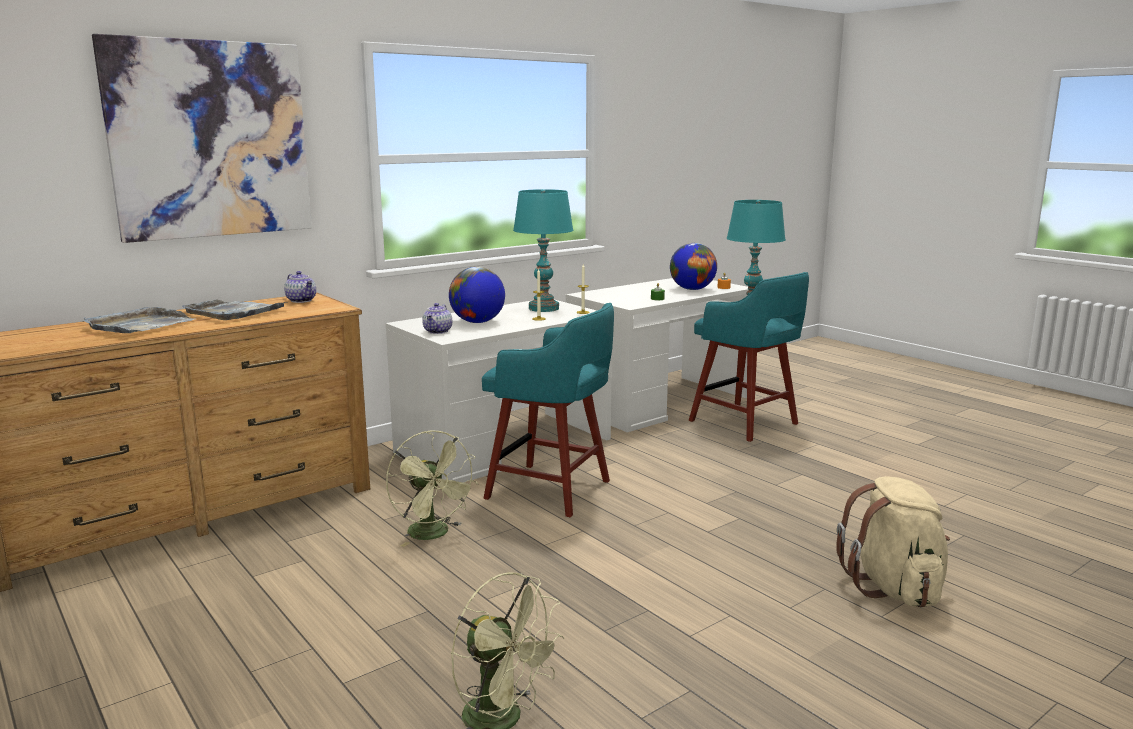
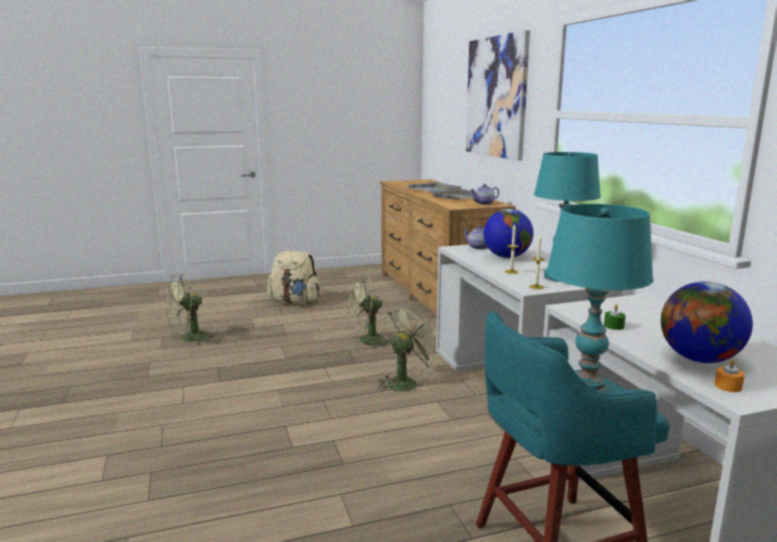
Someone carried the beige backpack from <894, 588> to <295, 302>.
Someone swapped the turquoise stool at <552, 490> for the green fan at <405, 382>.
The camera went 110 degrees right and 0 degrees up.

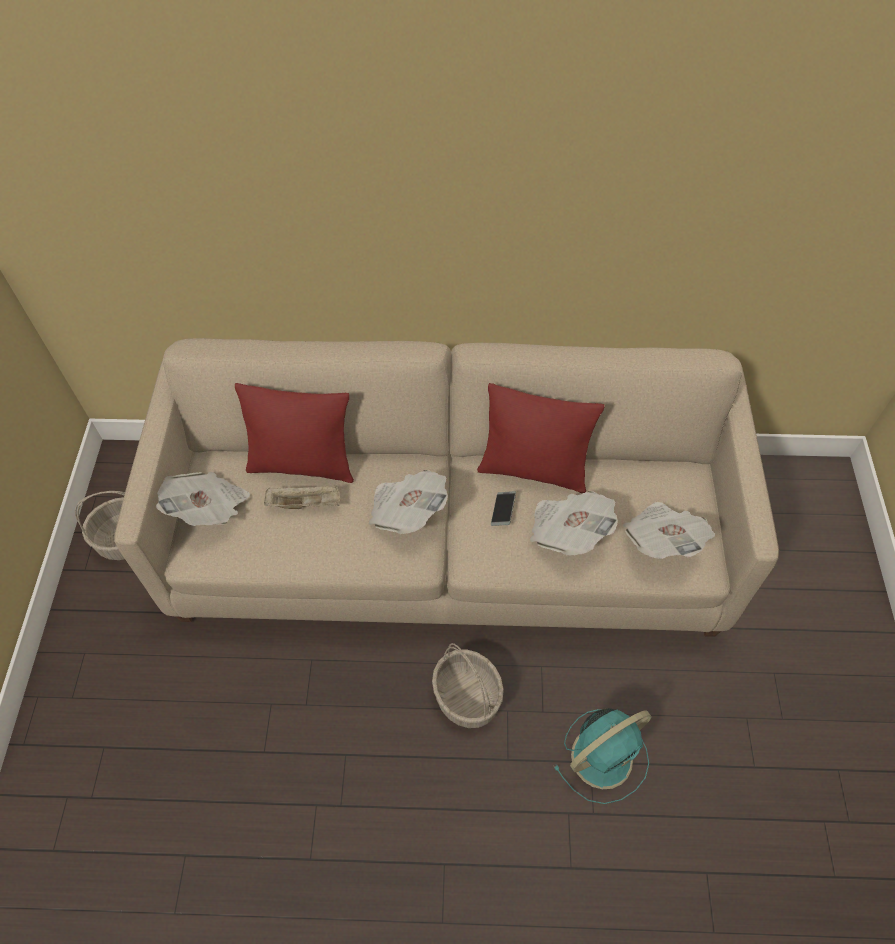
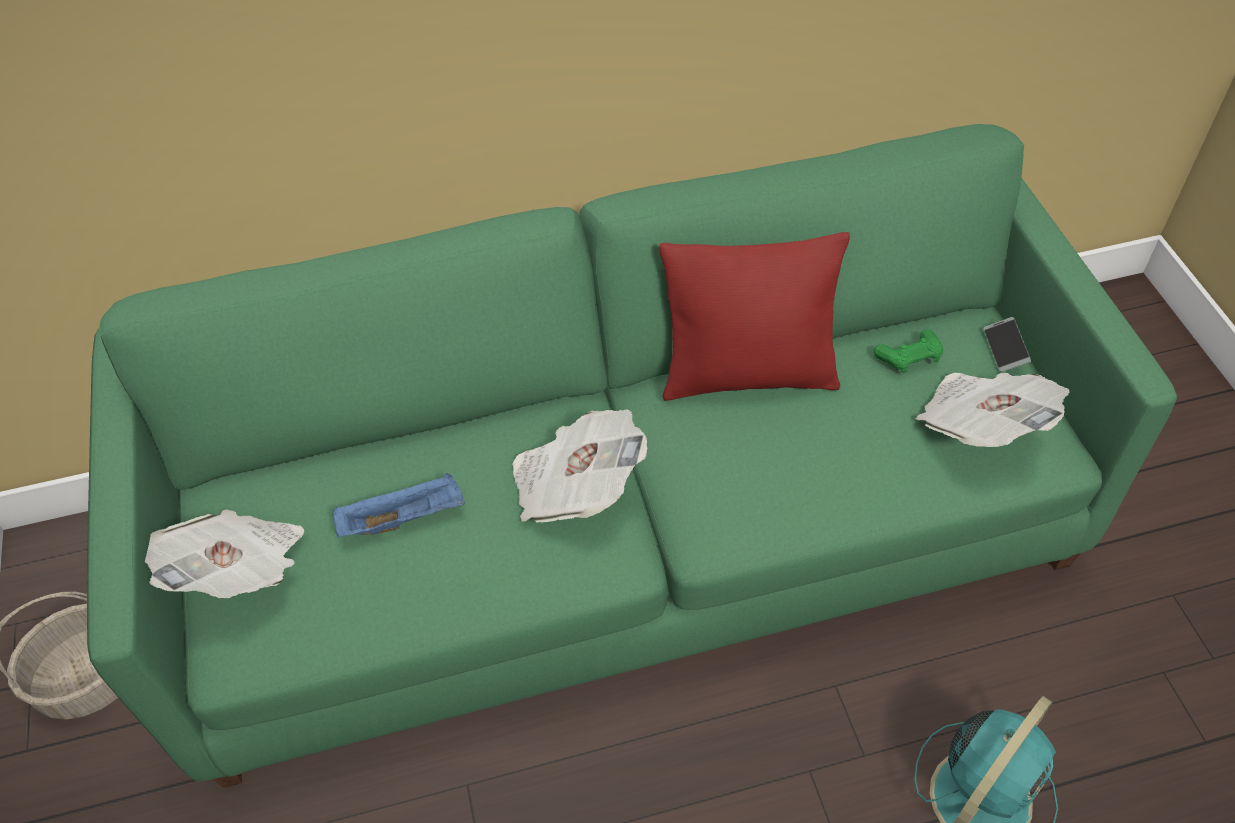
Someone repainted the beige sofa at <449, 540>, which became the green sofa at <625, 535>.
Someone repainted the beige tray at <305, 503>, which became the blue tray at <404, 518>.
Someone put down the green game controller at <909, 357>.
Someone carried the phone from <503, 510> to <1005, 349>.
Someone took away the red pillow at <302, 465>.
Someone took away the basket at <466, 697>.
Someone took away the newspaper at <568, 531>.
The camera went 15 degrees left and 5 degrees down.

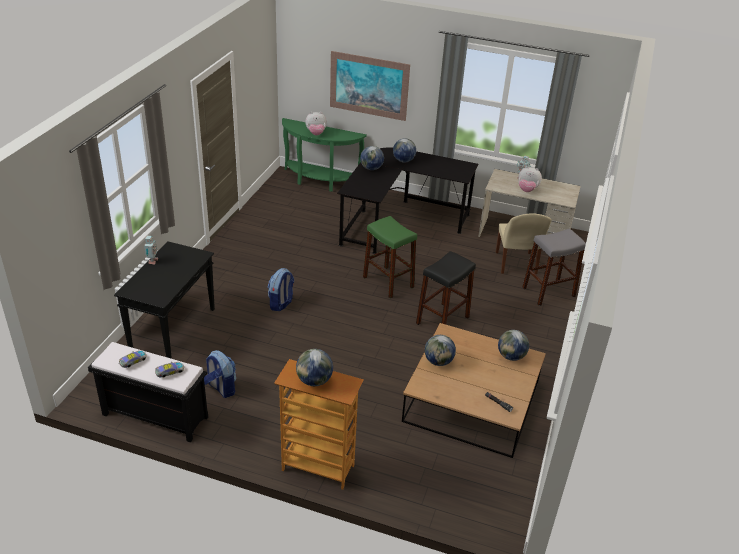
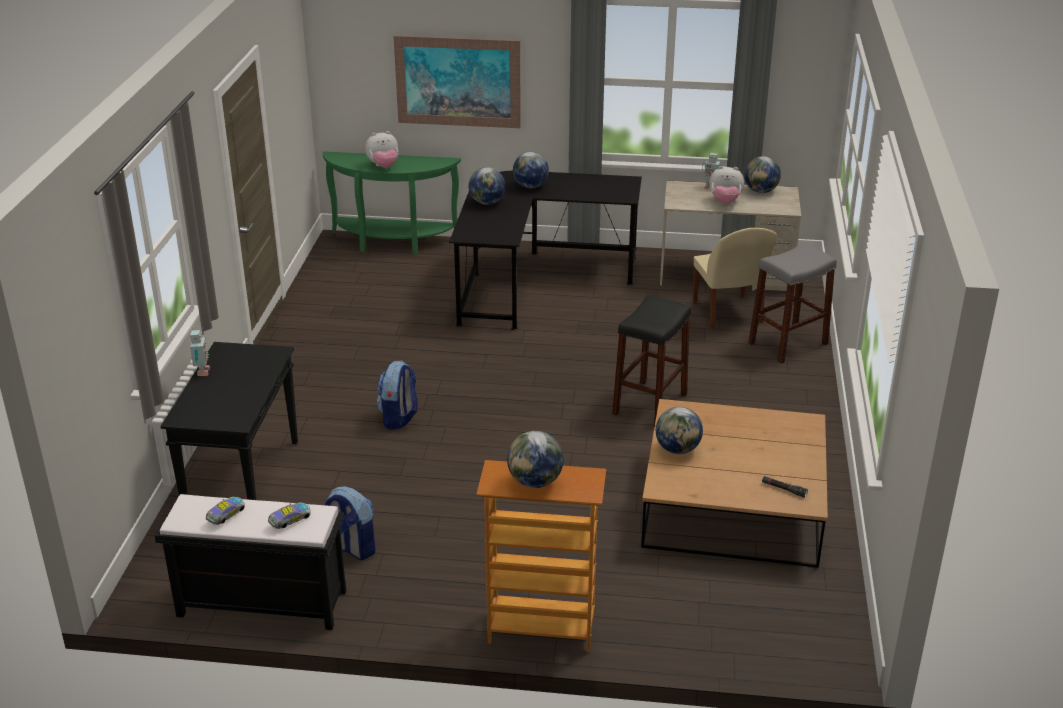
Someone carried the globe from <511, 356> to <761, 191>.
Someone took away the green stool at <388, 282>.
The camera went 10 degrees left and 5 degrees down.

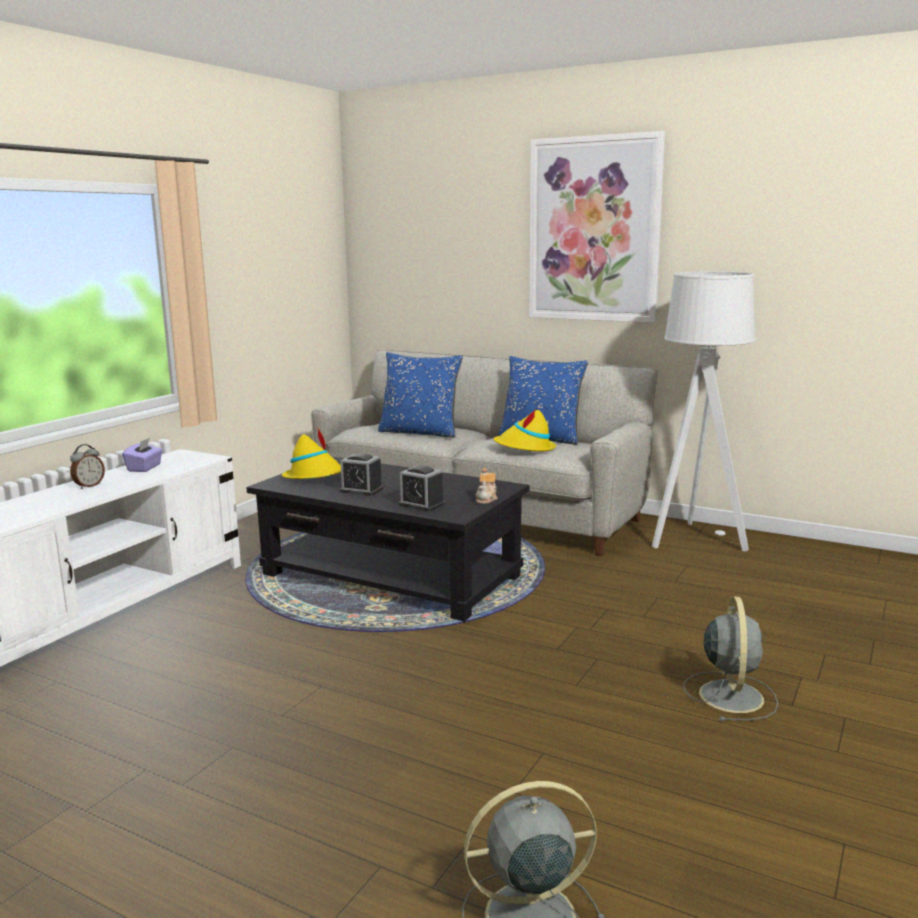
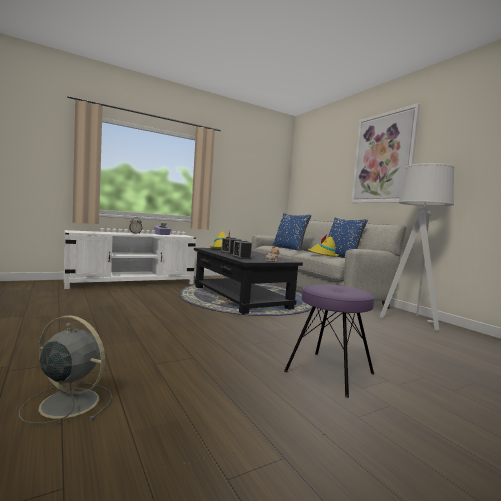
Someone swapped the grey fan at <730, 695> for the purple stool at <329, 372>.
The camera went 30 degrees right and 10 degrees down.

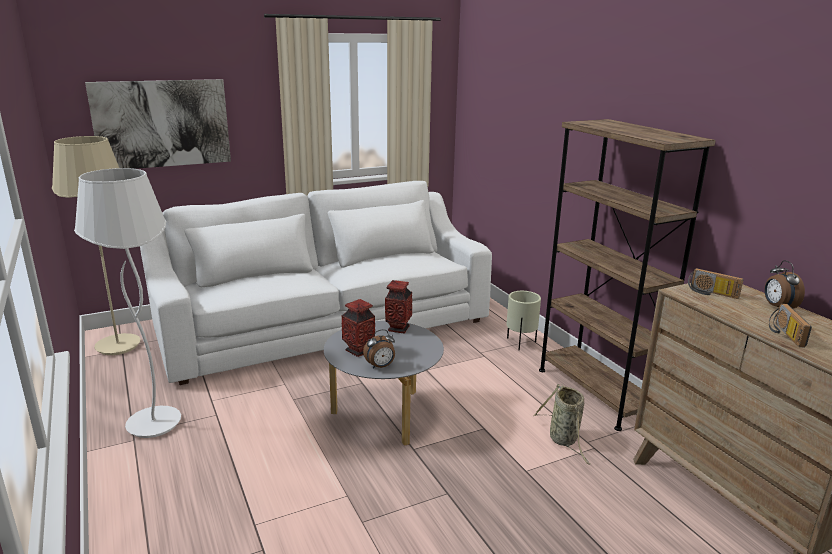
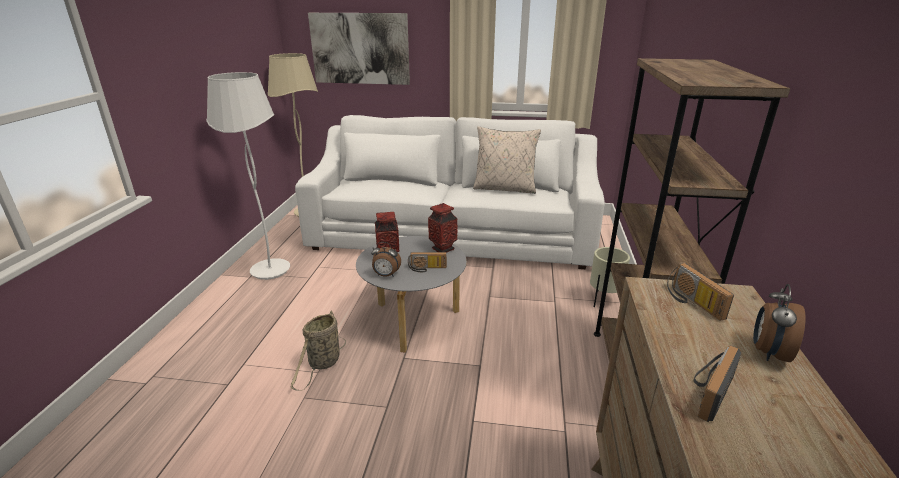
Someone carried the basket from <564, 440> to <323, 363>.
Someone put down the radio at <427, 269>.
Someone put down the beige pillow at <504, 188>.
The camera went 35 degrees right and 5 degrees up.

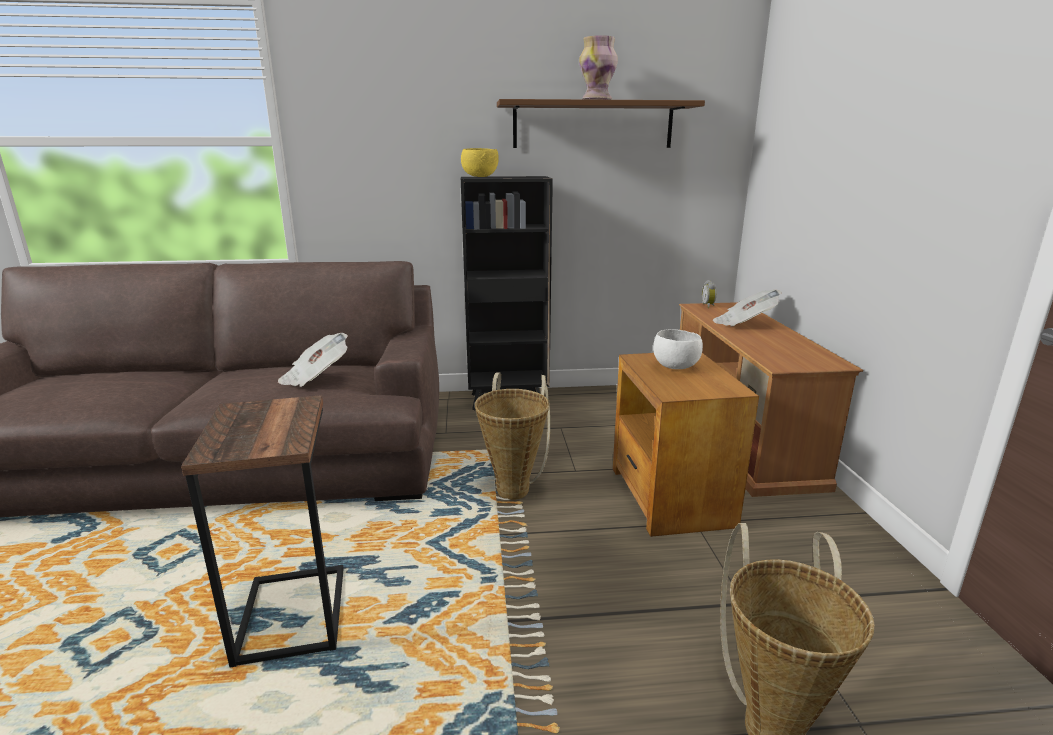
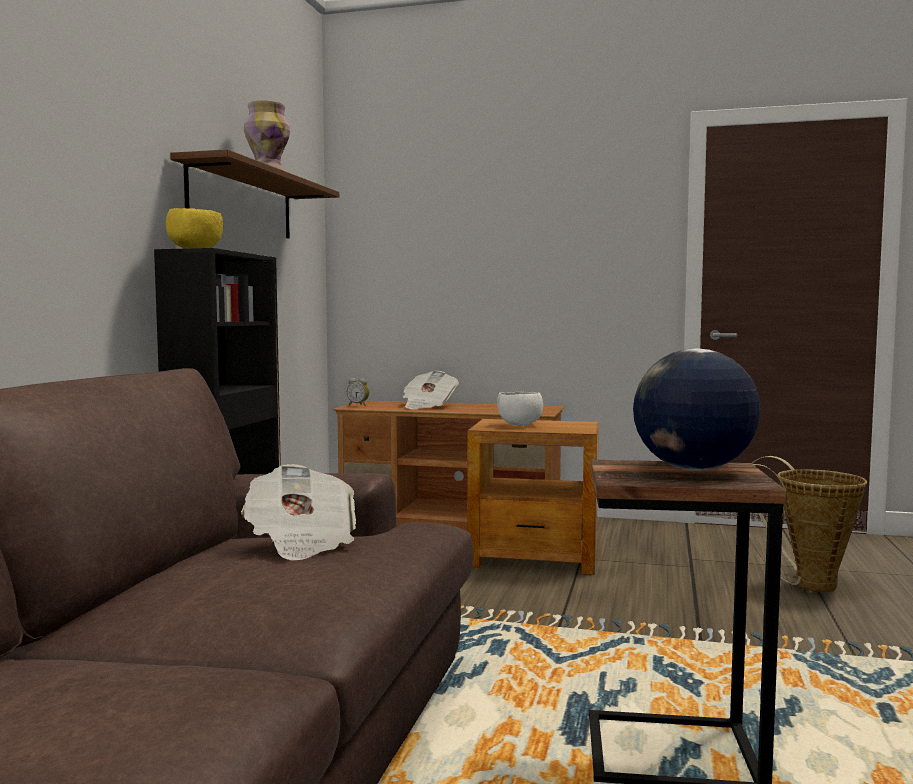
Someone put down the globe at <692, 469>.
Someone took away the basket at <514, 486>.
The camera went 70 degrees left and 15 degrees down.

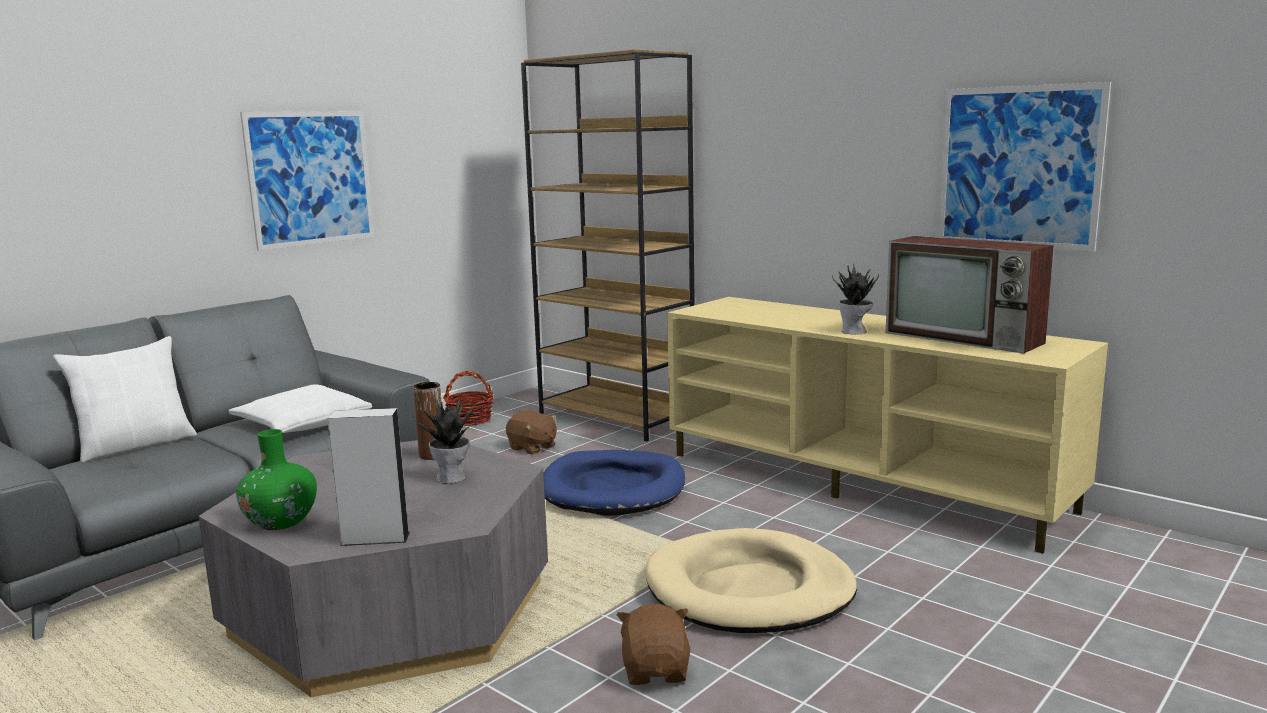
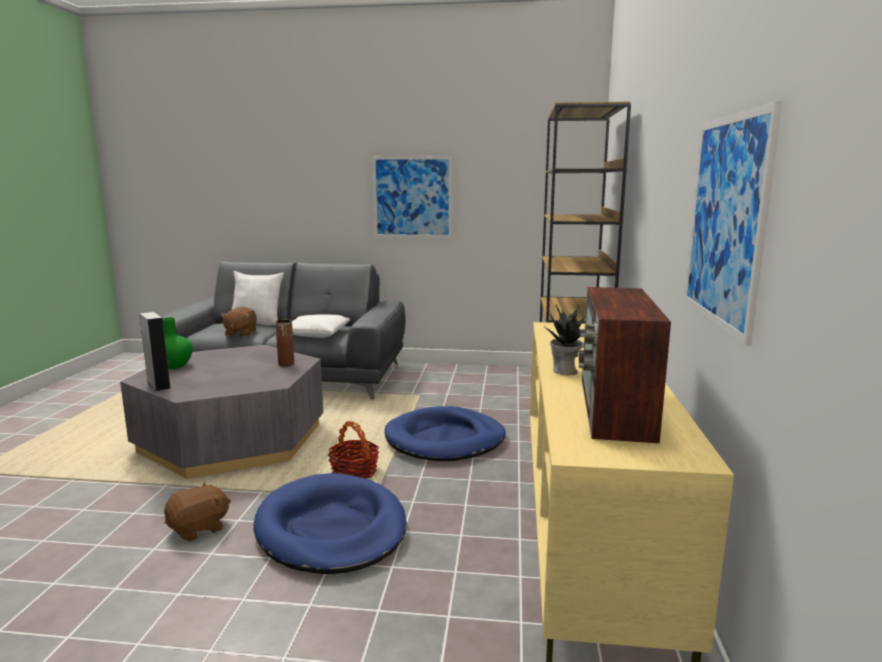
Someone carried the brown plush toy from <532, 448> to <240, 333>.
Someone repainted the beige dog bed at <749, 590>, which became the blue dog bed at <331, 529>.
Someone carried the basket from <470, 419> to <354, 472>.
Someone took away the potted plant at <452, 478>.
The camera went 55 degrees right and 0 degrees up.

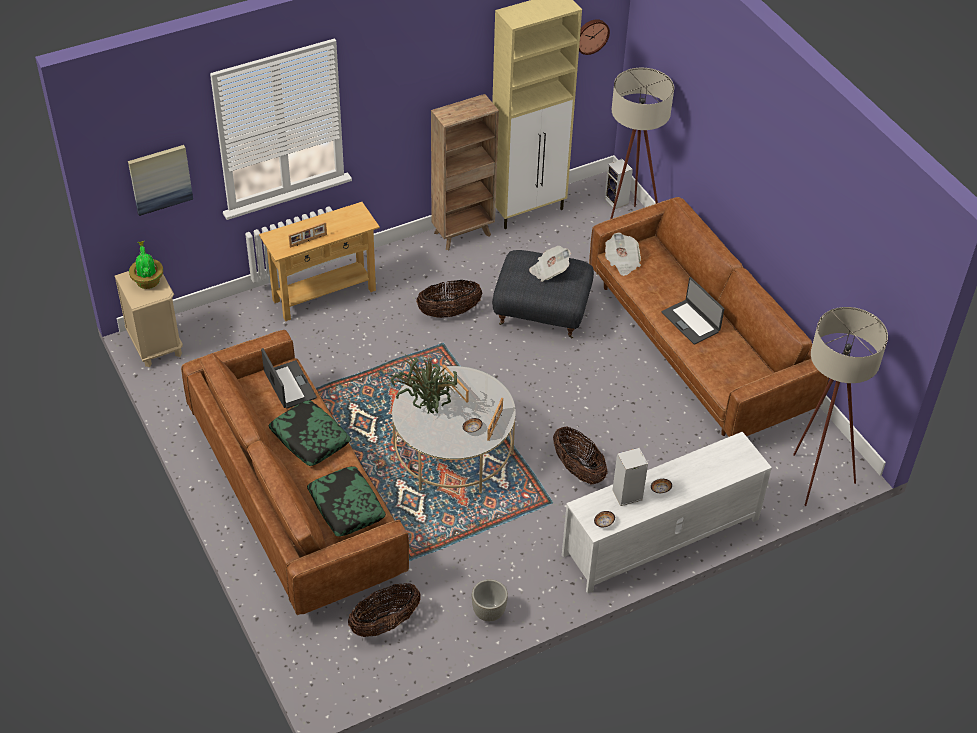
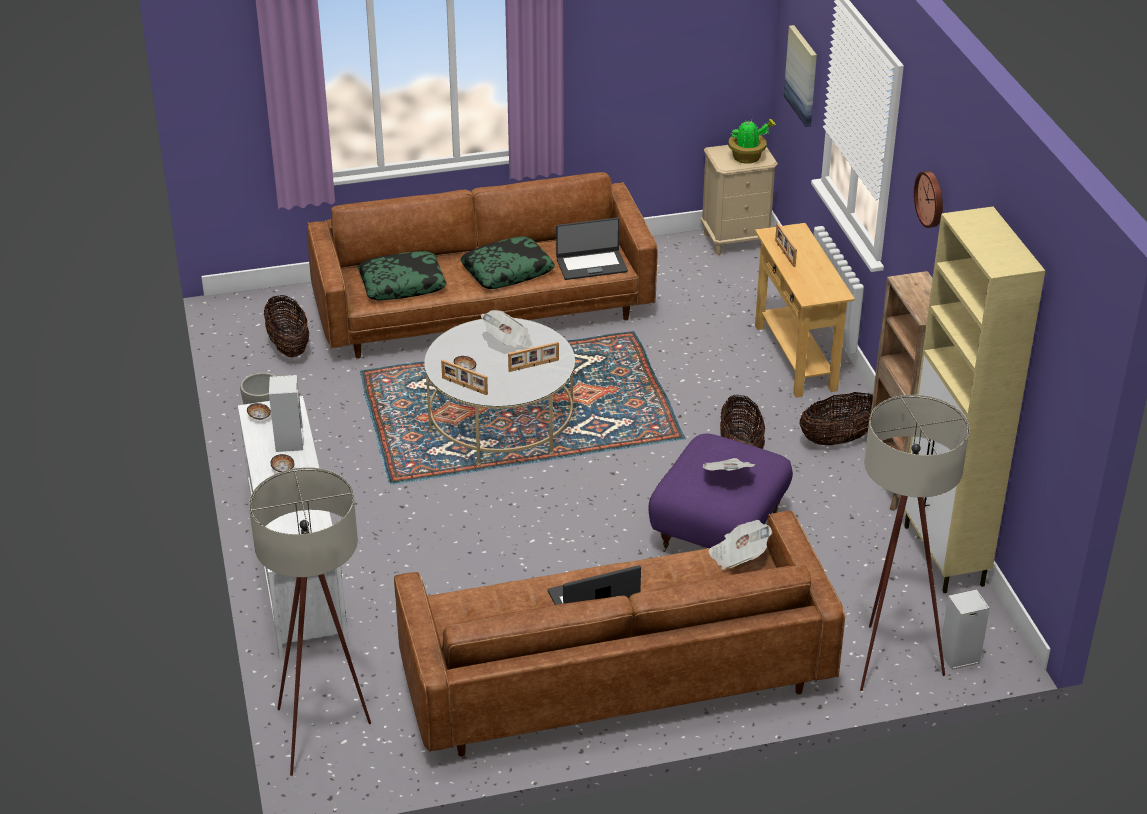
Someone swapped the potted plant at <427, 410> for the newspaper at <508, 341>.
Someone repainted the grey ottoman at <541, 314>, which became the purple ottoman at <718, 531>.
Someone carried the basket from <578, 469> to <839, 439>.
Someone carried the wall clock from <591, 35> to <931, 199>.
The camera went 105 degrees right and 10 degrees down.

